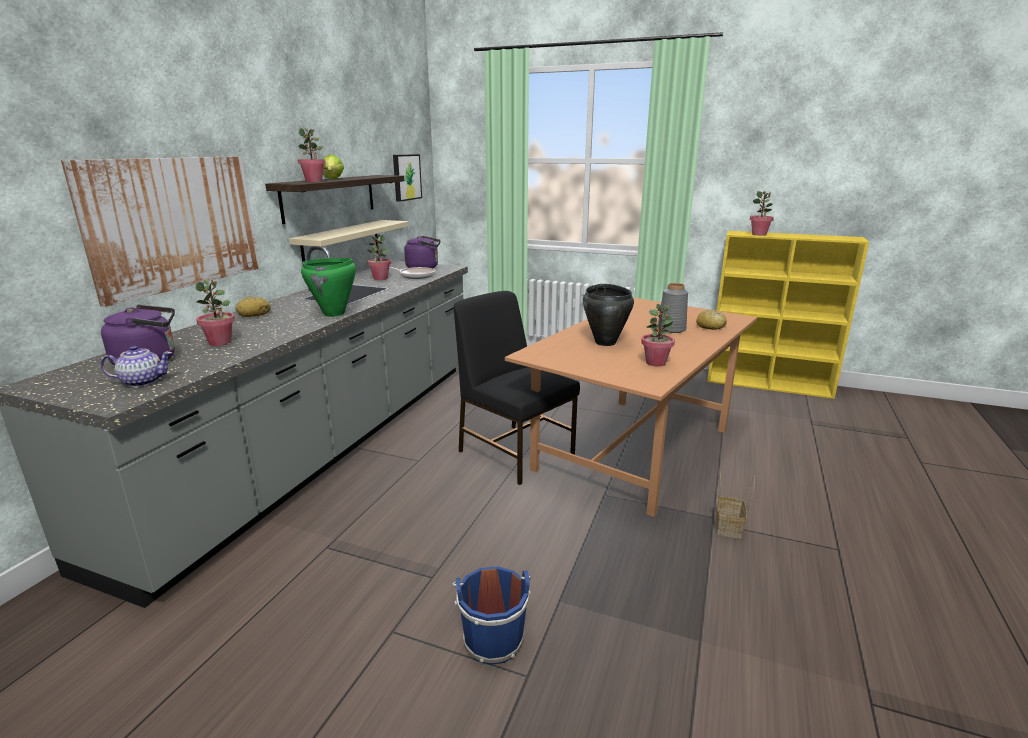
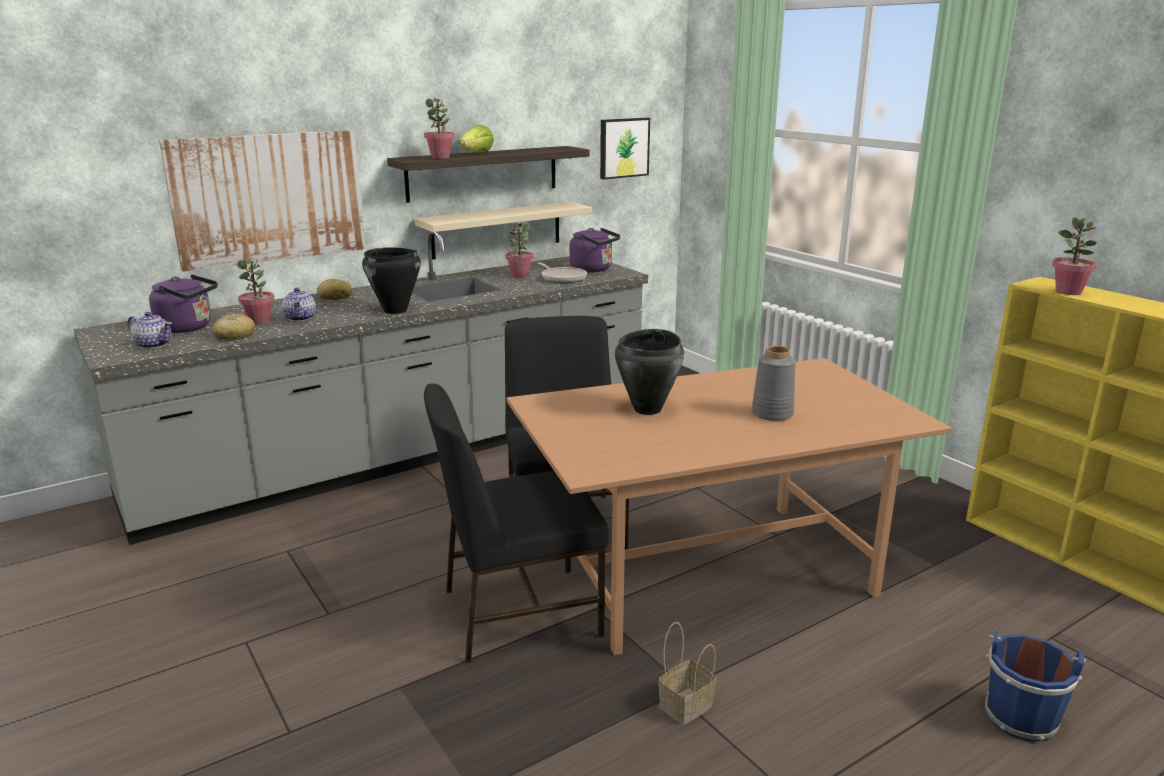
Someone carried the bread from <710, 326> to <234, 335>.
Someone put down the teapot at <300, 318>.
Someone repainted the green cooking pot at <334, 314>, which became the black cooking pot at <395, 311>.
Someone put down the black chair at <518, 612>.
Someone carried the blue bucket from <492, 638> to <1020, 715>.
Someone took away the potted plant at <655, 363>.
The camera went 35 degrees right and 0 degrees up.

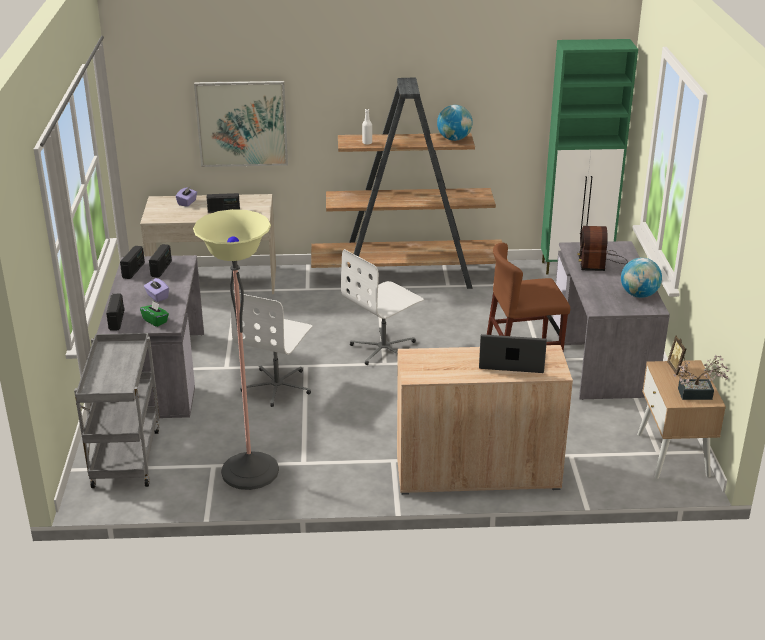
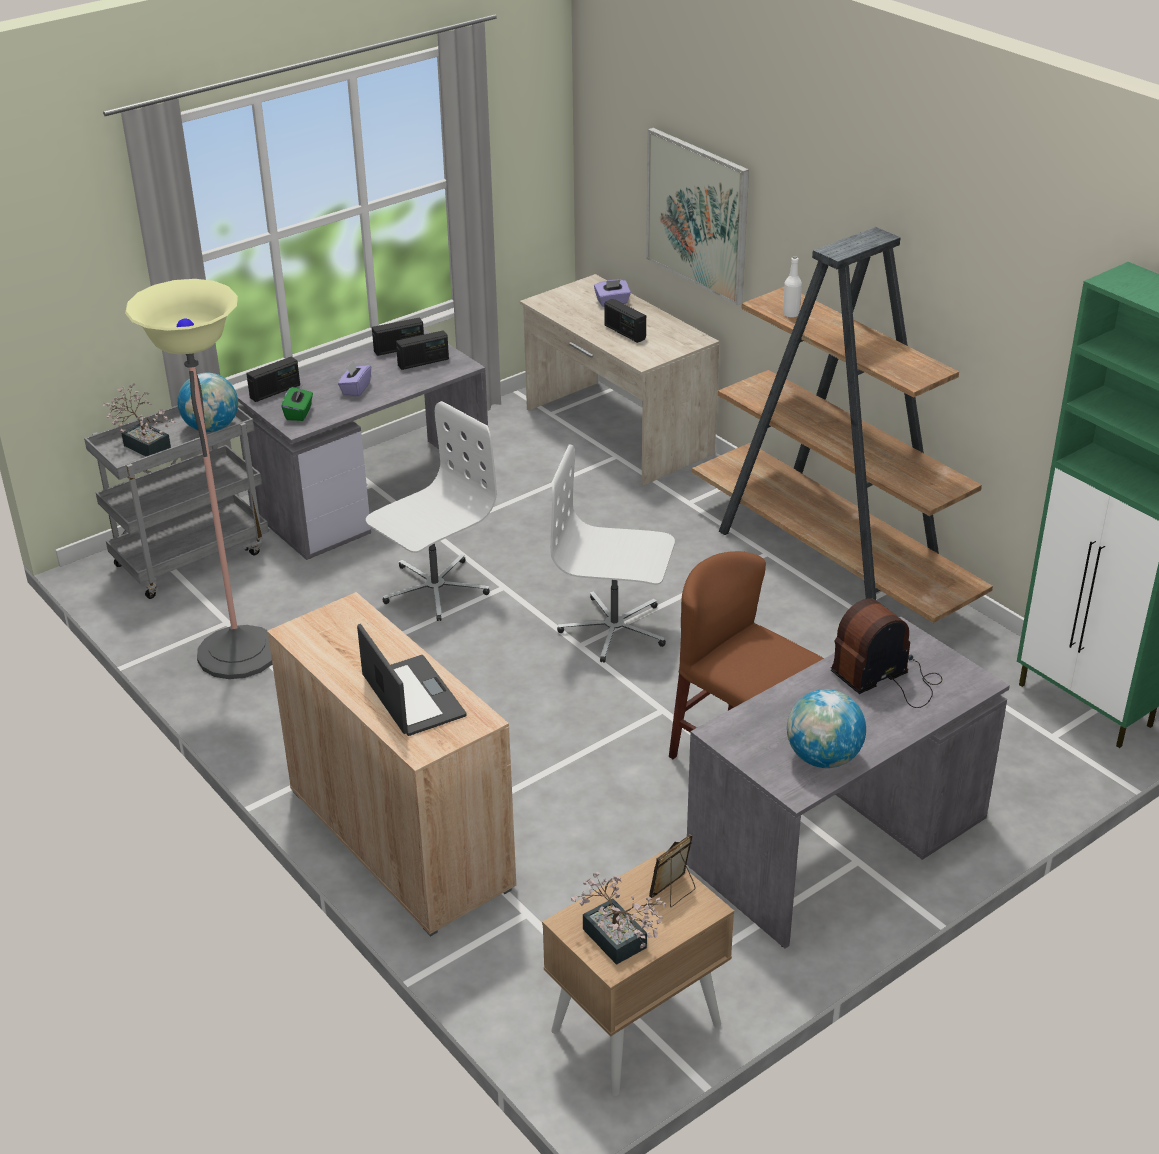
Someone put down the potted plant at <144, 444>.
Someone carried the globe from <454, 139> to <212, 428>.
Someone rotated the white office chair at <277, 386> by 150 degrees clockwise.
The camera went 55 degrees right and 5 degrees up.

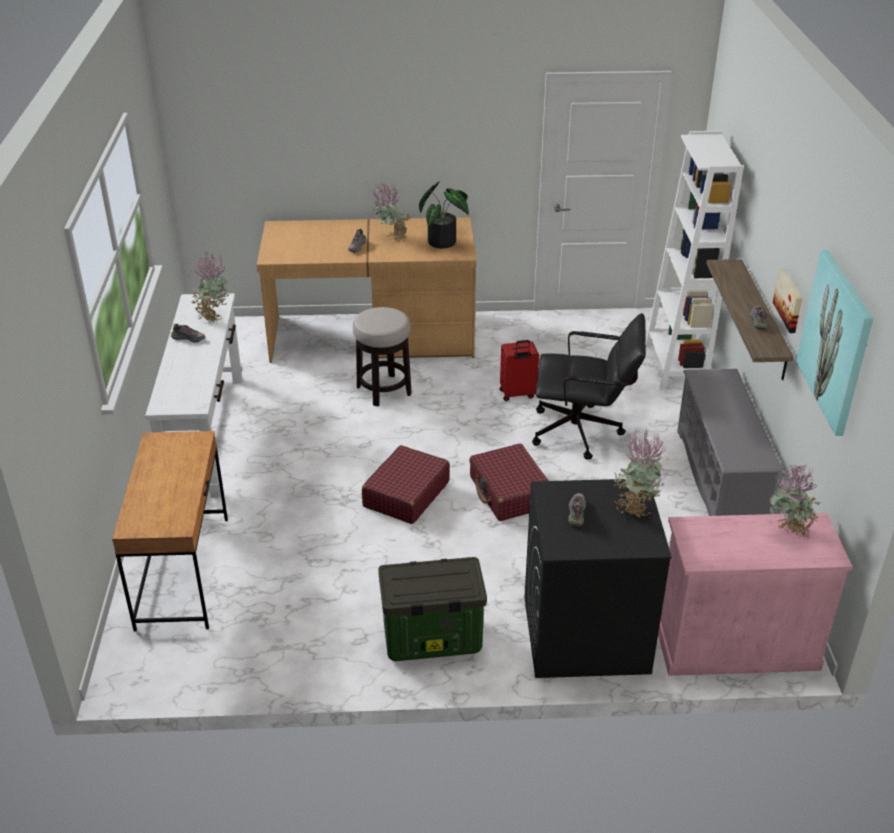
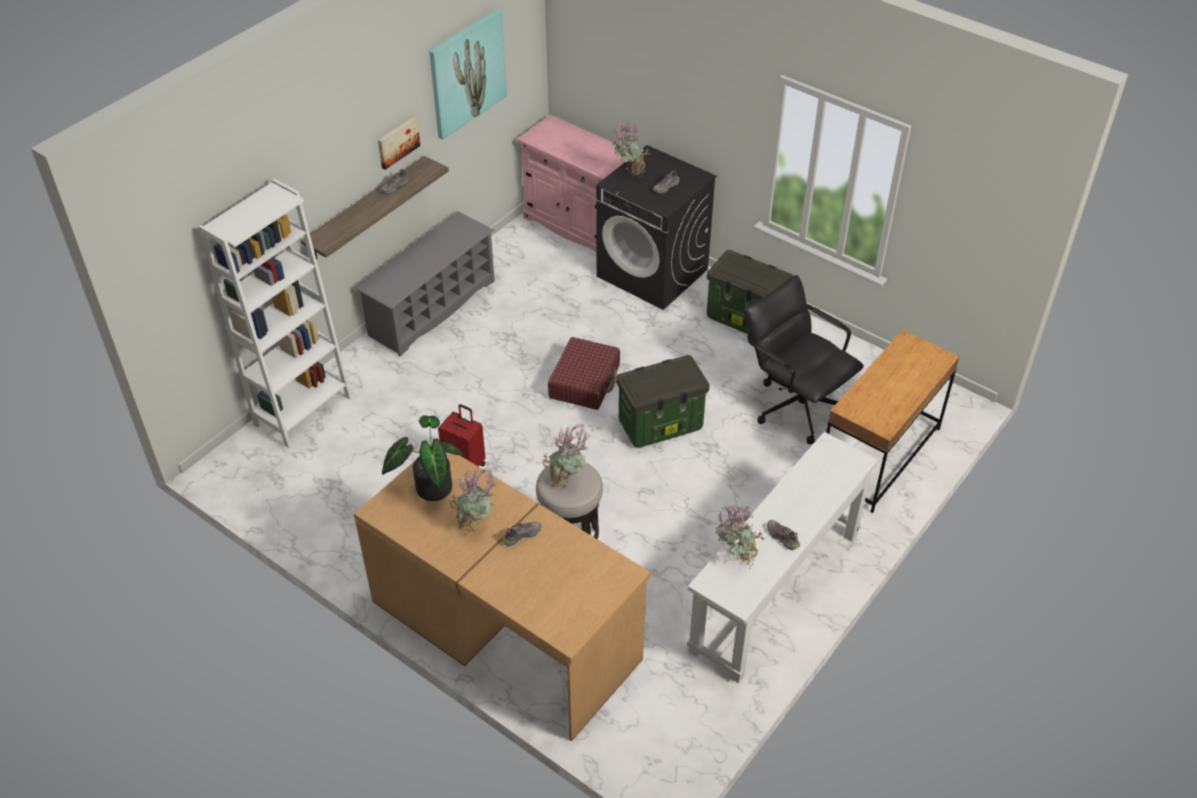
Someone carried the potted plant from <788, 533> to <567, 480>.
Someone swapped the red suitcase at <406, 494> for the storage box at <661, 424>.
Someone carried the black office chair from <584, 432> to <794, 403>.
The camera went 140 degrees left and 10 degrees up.

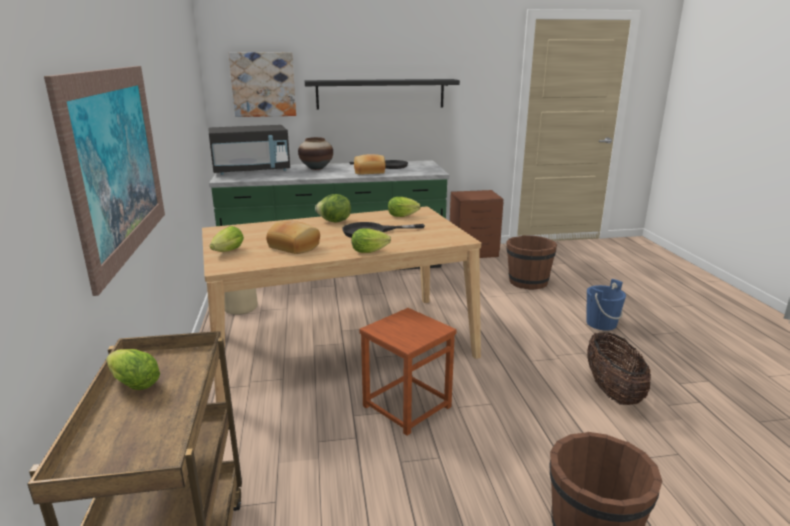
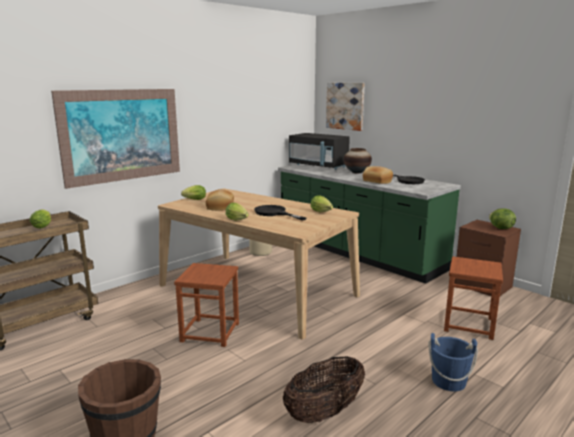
Someone swapped the brown bucket at <527, 282> for the brown stool at <469, 324>.
Someone carried the lettuce from <334, 222> to <500, 228>.
Someone took away the black shelf at <380, 94>.
The camera went 55 degrees right and 5 degrees down.

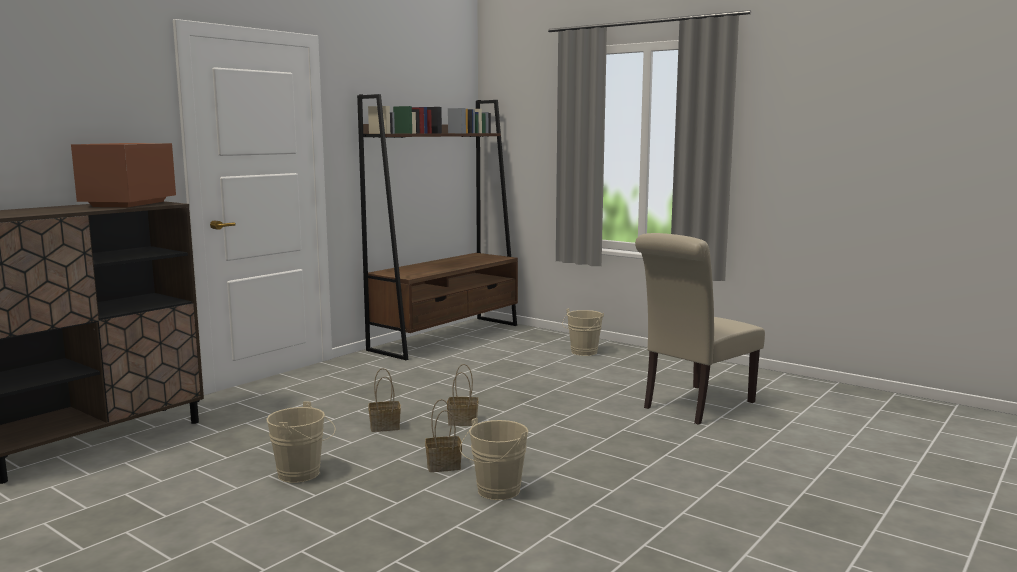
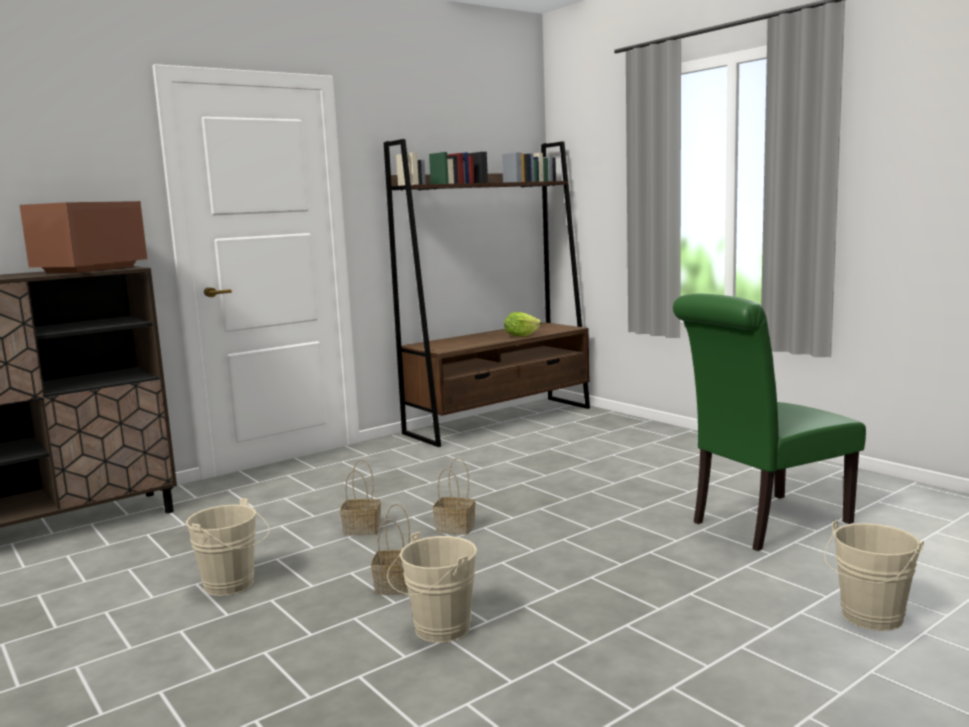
Someone put down the lettuce at <521, 336>.
Someone repainted the beige chair at <694, 406>, which became the green chair at <763, 523>.
Someone carried the beige bucket from <582, 353> to <869, 619>.
The camera went 15 degrees right and 0 degrees up.

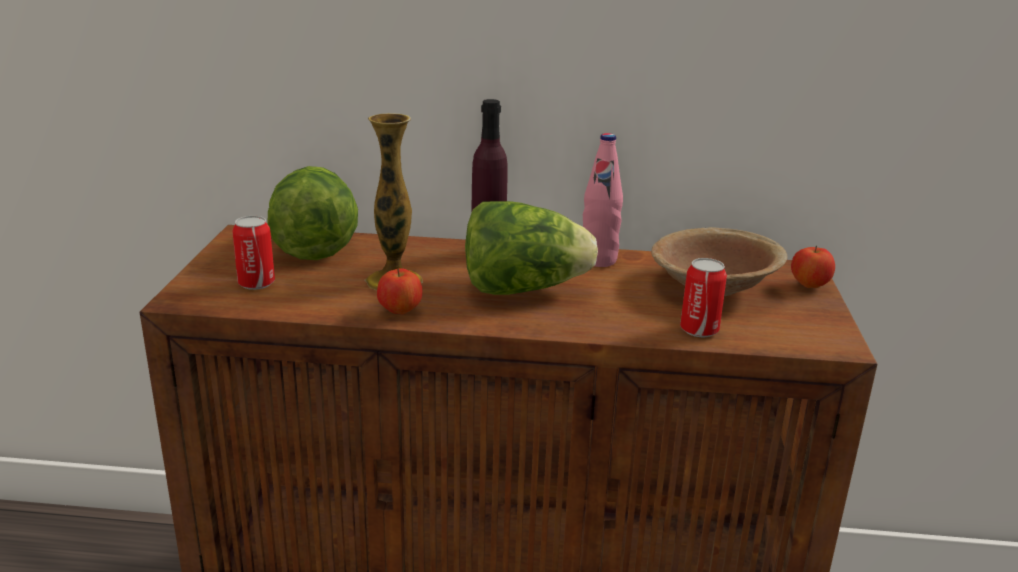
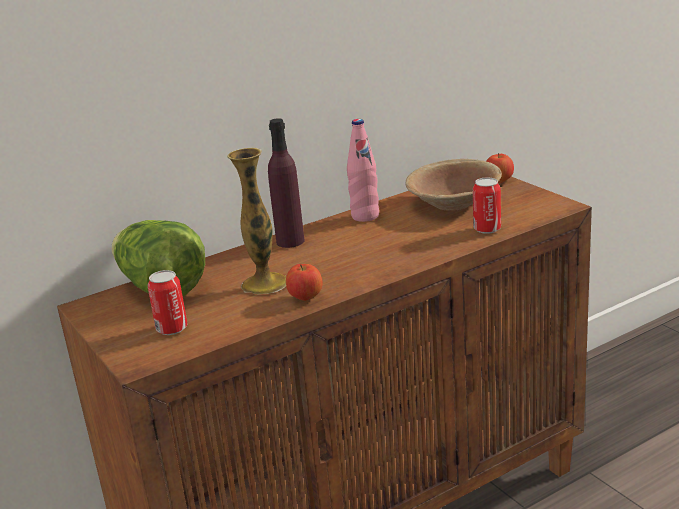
Someone took away the lettuce at <523, 289>.
The camera went 35 degrees left and 0 degrees up.

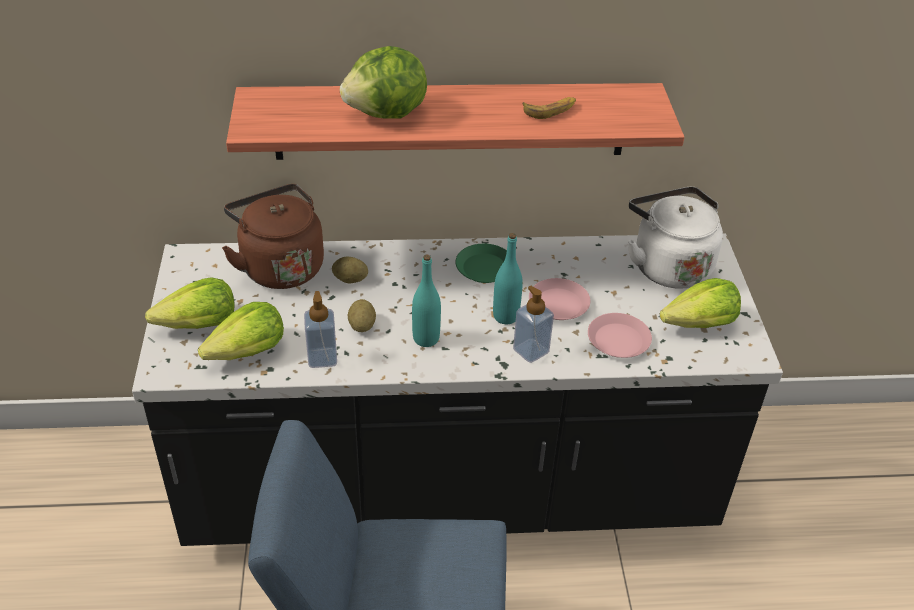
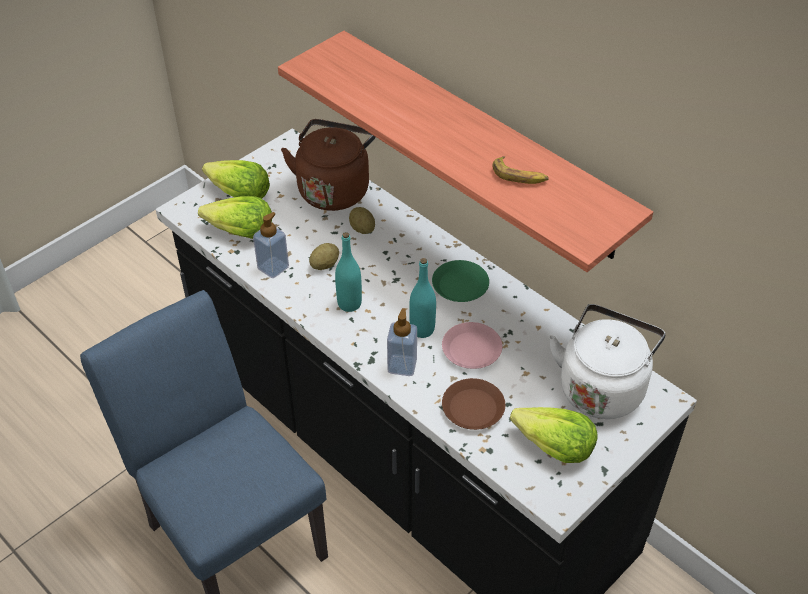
Someone repainted the pink plate at <618, 340>, which became the brown plate at <473, 408>.
Someone took away the lettuce at <387, 114>.
The camera went 50 degrees right and 5 degrees up.

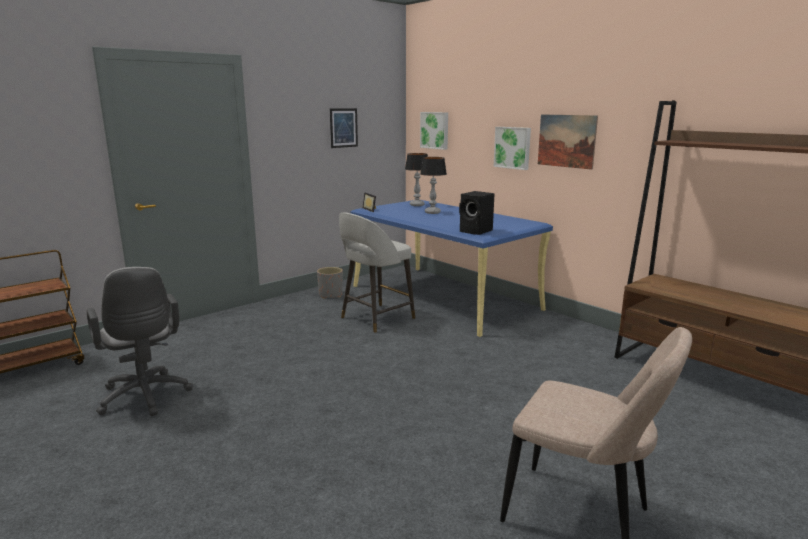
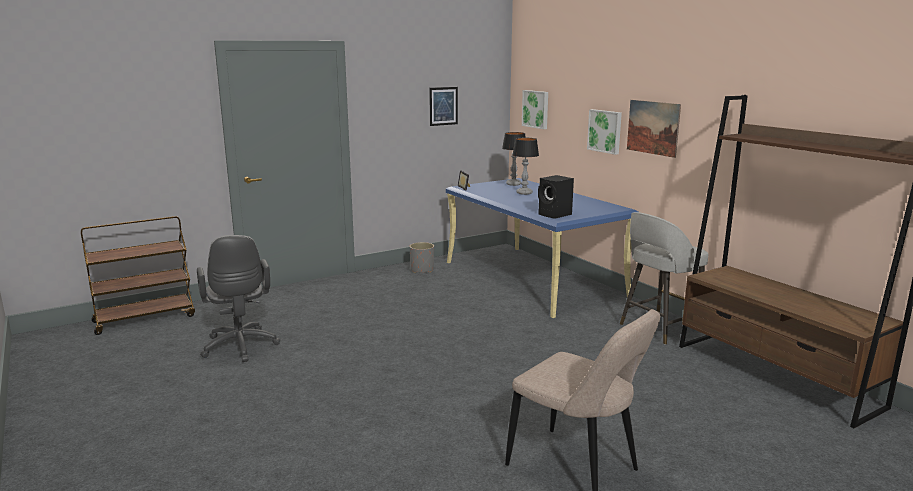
Someone carried the grey stool from <376, 318> to <659, 328>.
The camera went 10 degrees right and 0 degrees up.

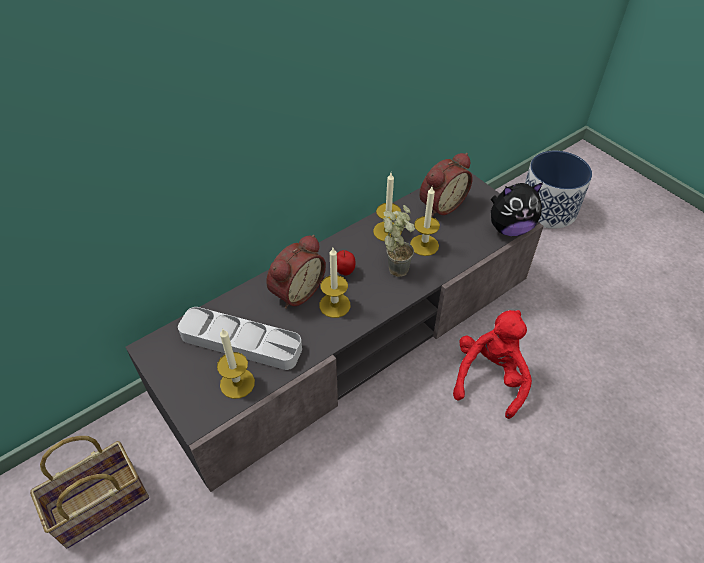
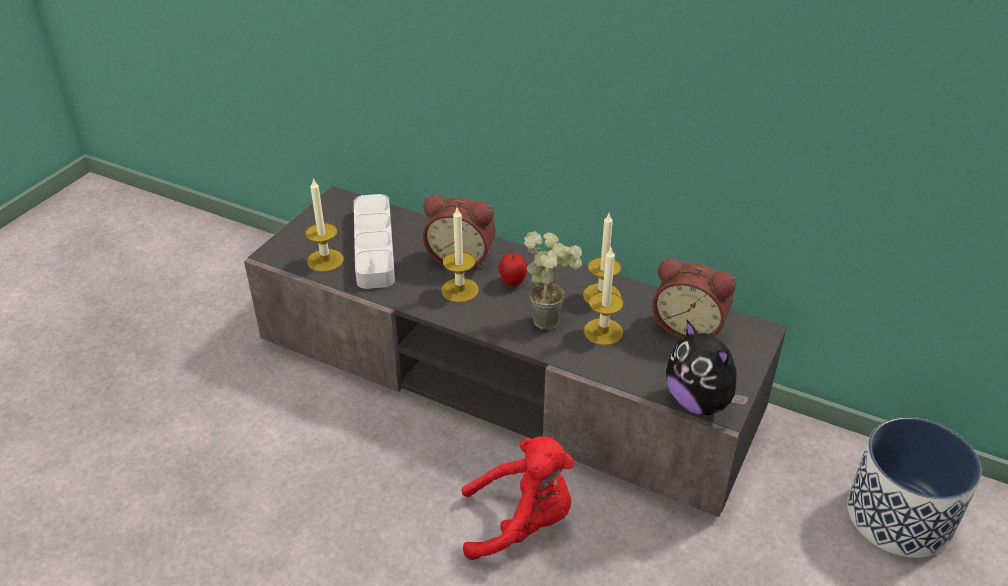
Someone took away the basket at <99, 507>.
The camera went 65 degrees right and 10 degrees down.

